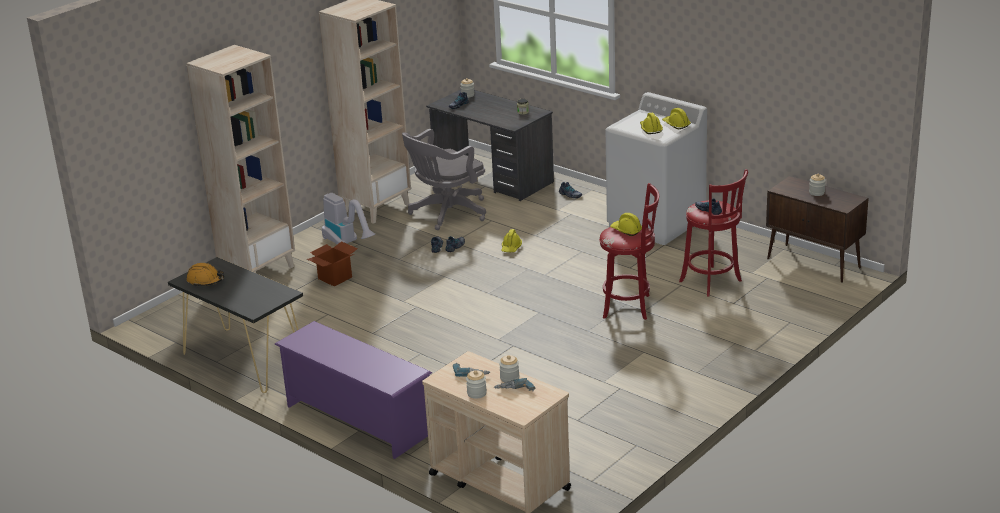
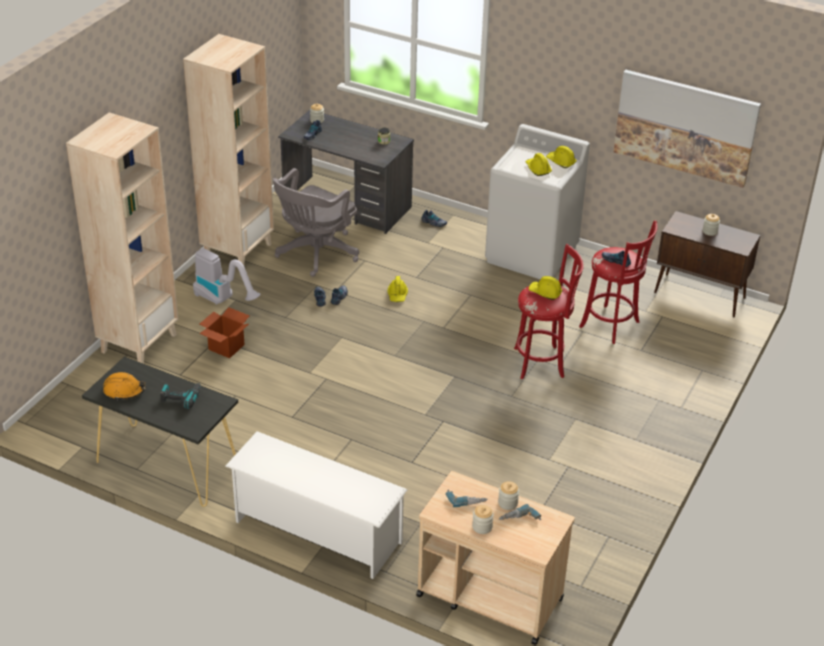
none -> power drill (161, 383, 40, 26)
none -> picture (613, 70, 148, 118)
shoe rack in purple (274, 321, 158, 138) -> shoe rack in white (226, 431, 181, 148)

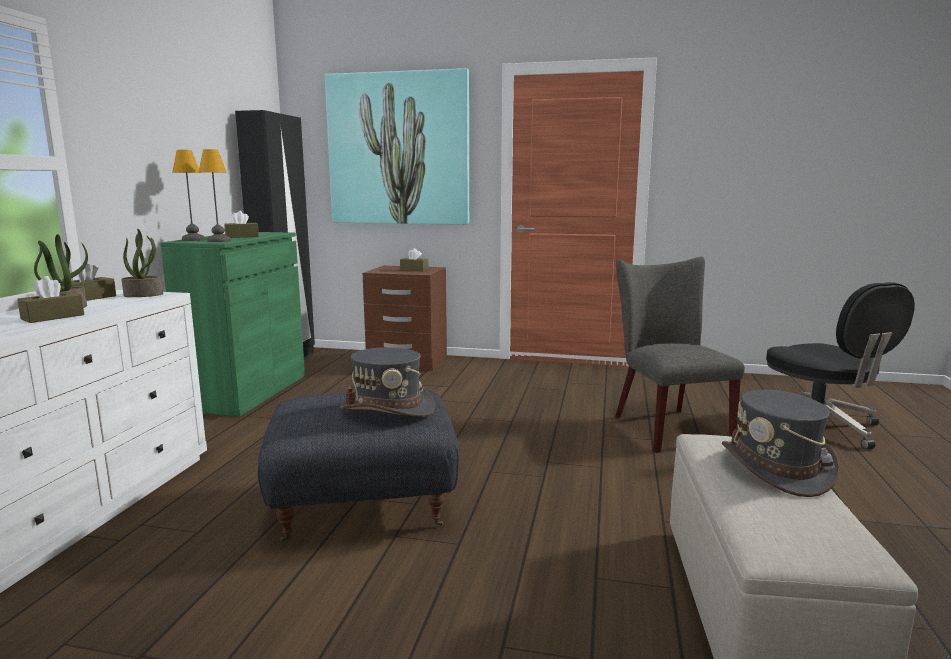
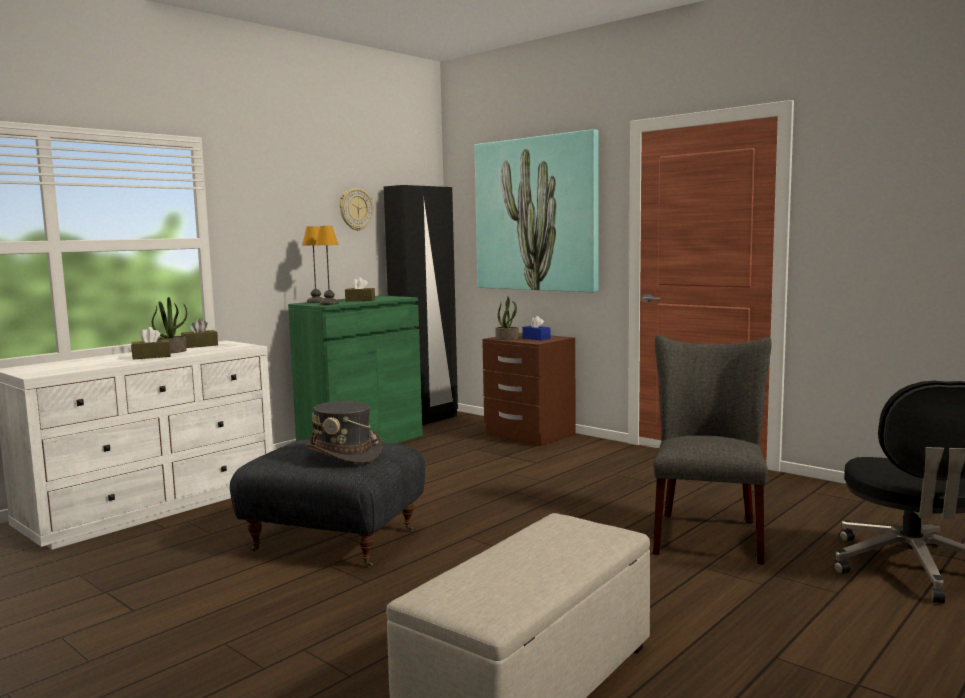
hat in grey (722, 390, 118, 107) -> none
none -> wall clock (339, 188, 34, 43)
potted plant (121, 229, 42, 68) -> potted plant (495, 296, 24, 44), relocated
tissue box in brown (400, 248, 28, 23) -> tissue box in blue (522, 316, 29, 24)

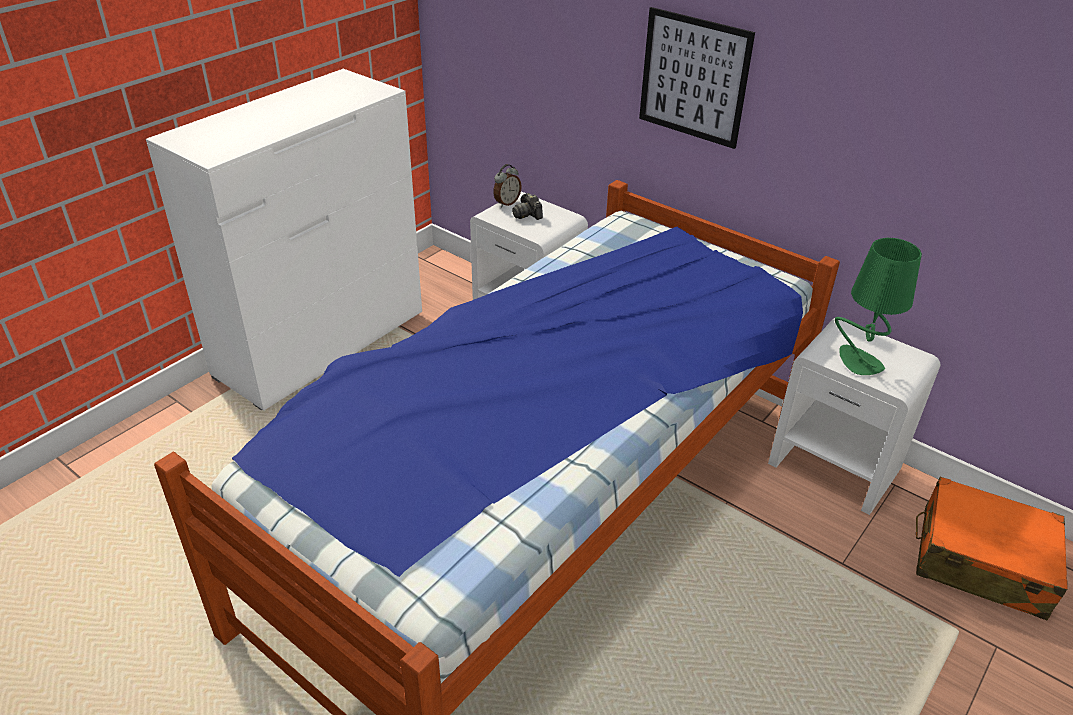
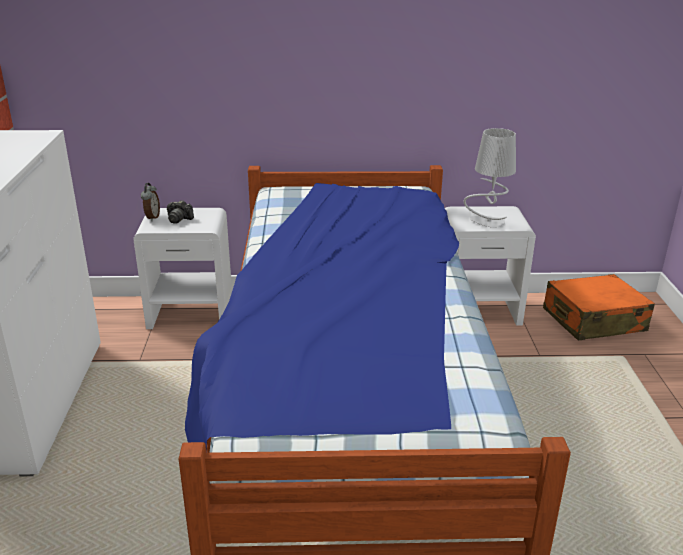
picture (639, 7, 116, 142) -> none
table lamp in green (835, 238, 87, 137) -> table lamp in grey (464, 128, 52, 100)

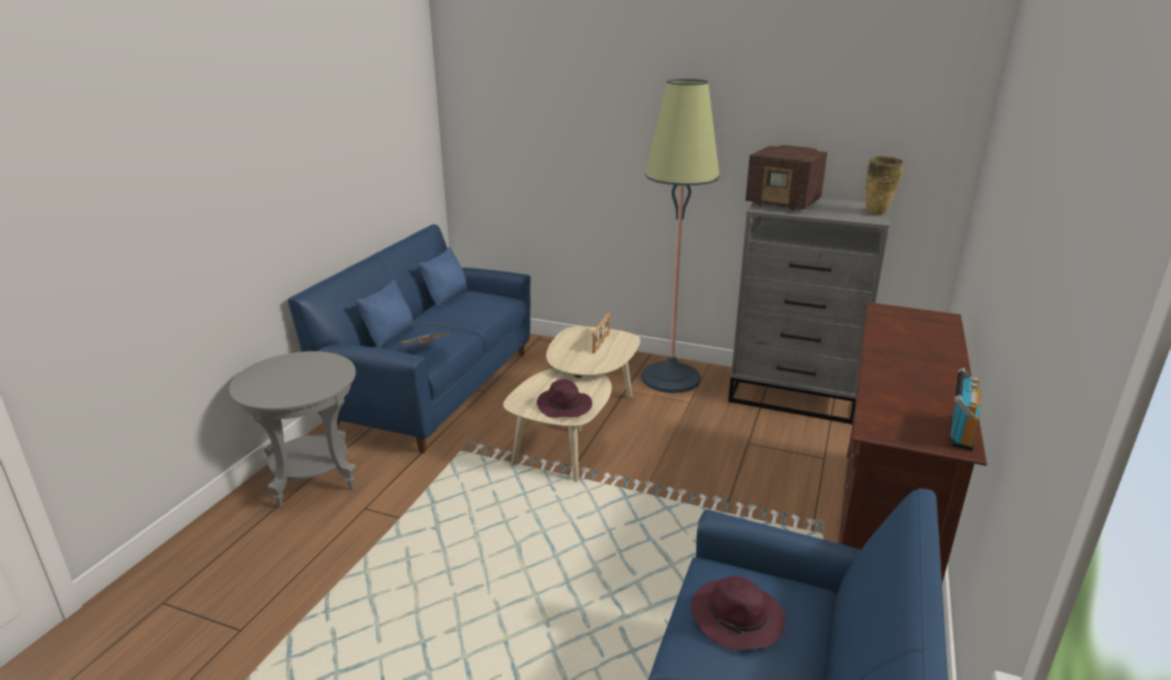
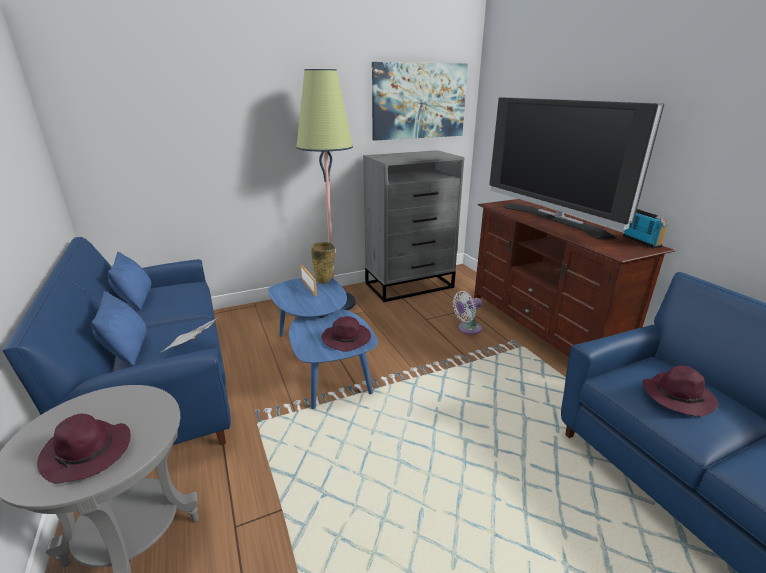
radio (745, 145, 83, 66) -> none
none -> hat in purple (37, 413, 94, 70)
none -> picture (372, 62, 96, 79)
none -> fan in white (453, 291, 29, 43)
none -> television (489, 97, 175, 142)
vase in beige (865, 156, 39, 59) -> vase in beige (311, 242, 24, 42), relocated
coffee table in beige (503, 326, 137, 156) -> coffee table in blue (268, 276, 110, 133)

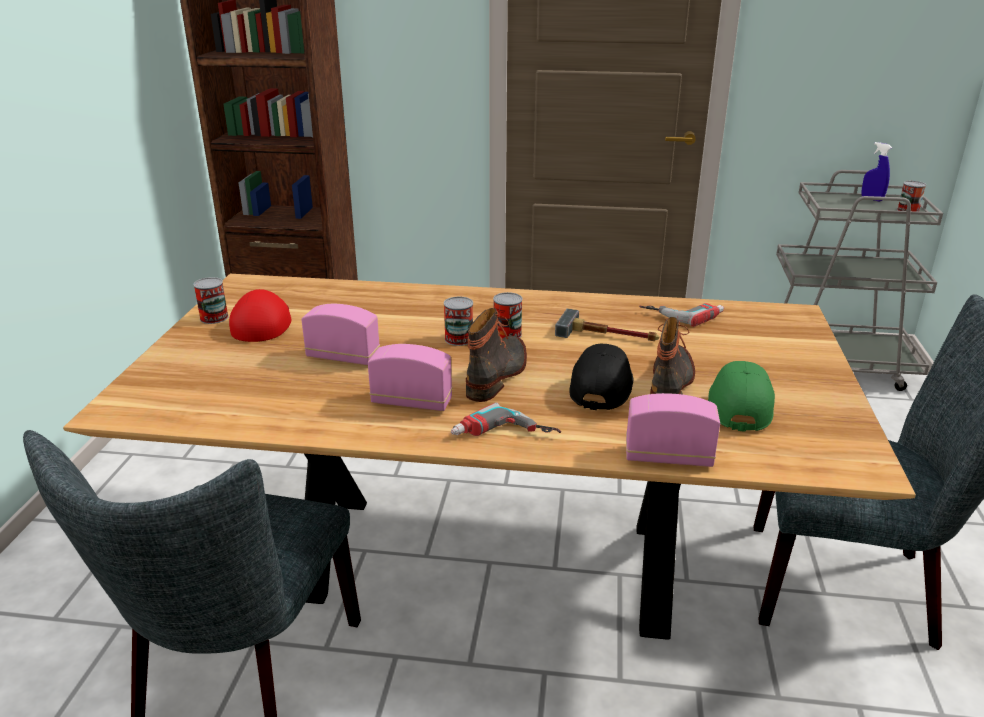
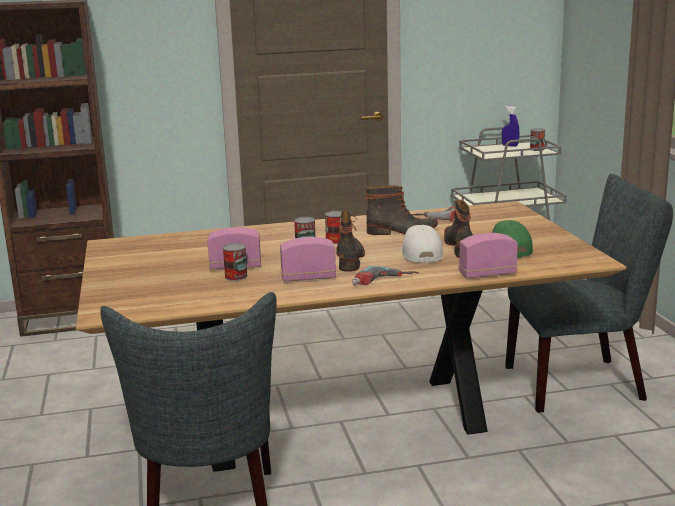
cap in red (229, 289, 62, 53) -> none
can (193, 277, 36, 47) -> can (223, 243, 25, 38), relocated
hammer (555, 308, 104, 33) -> boot (366, 186, 72, 49)
cap in black (569, 344, 64, 66) -> cap in white (401, 225, 42, 38)

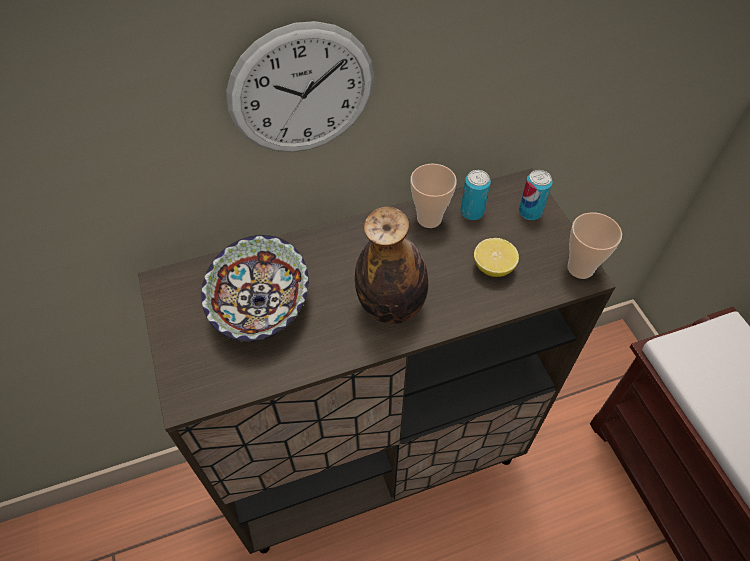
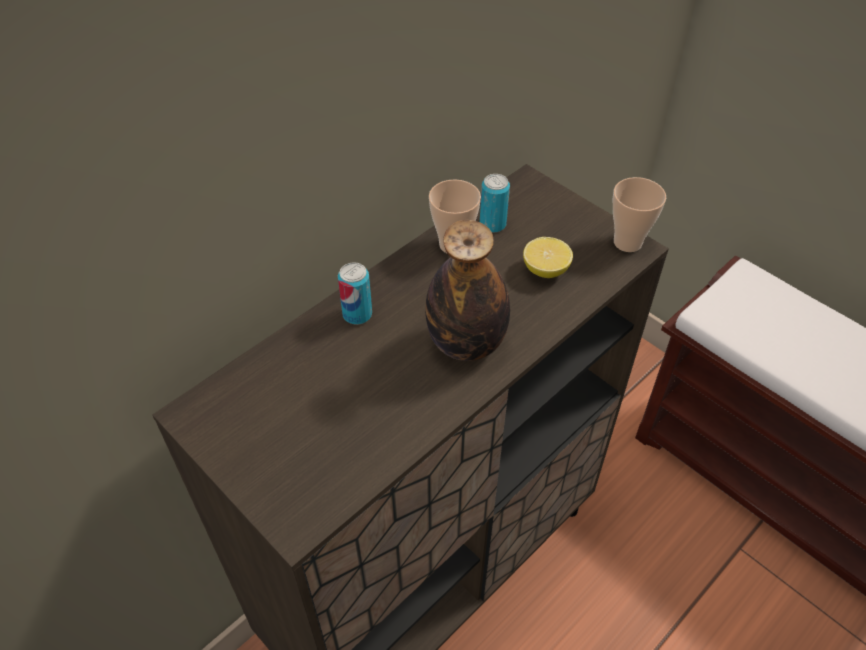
bowl (201, 235, 108, 107) -> none
wall clock (226, 21, 148, 131) -> none
can (519, 170, 33, 50) -> can (338, 262, 34, 63), relocated

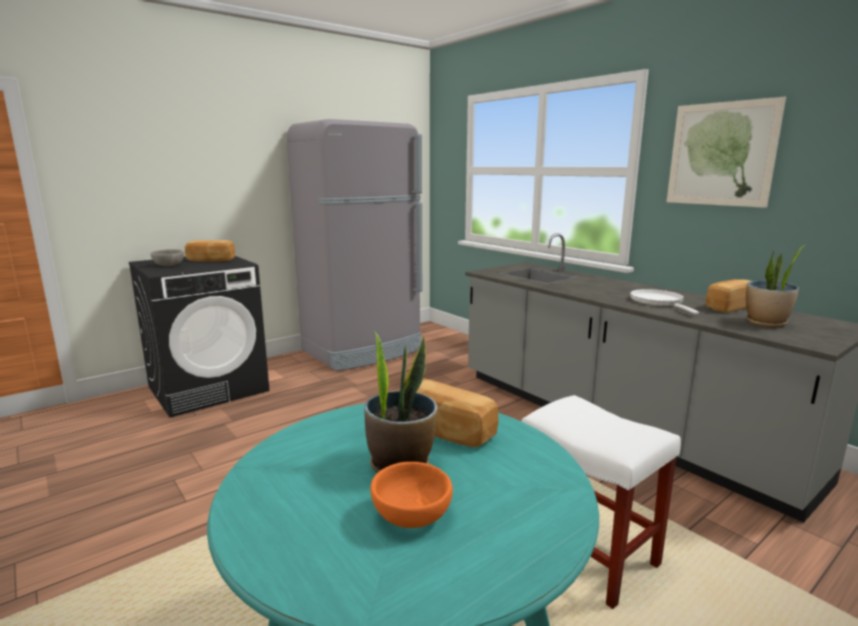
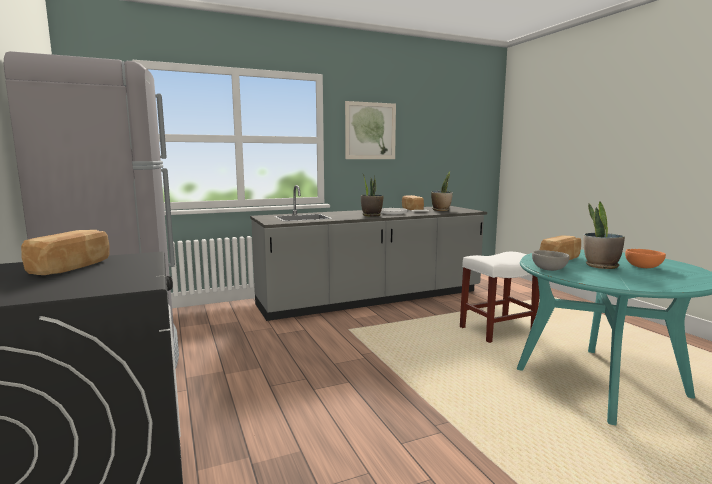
none -> potted plant (361, 173, 23, 44)
bowl in grey (151, 249, 33, 17) -> bowl in grey (532, 250, 38, 21), relocated

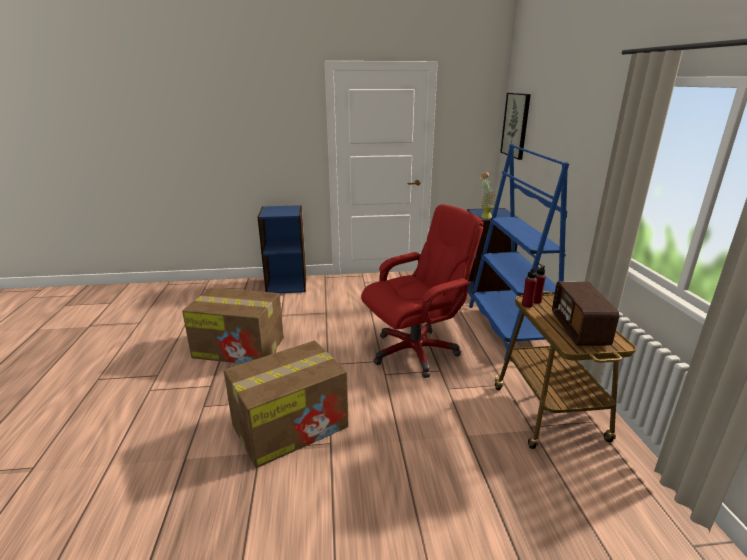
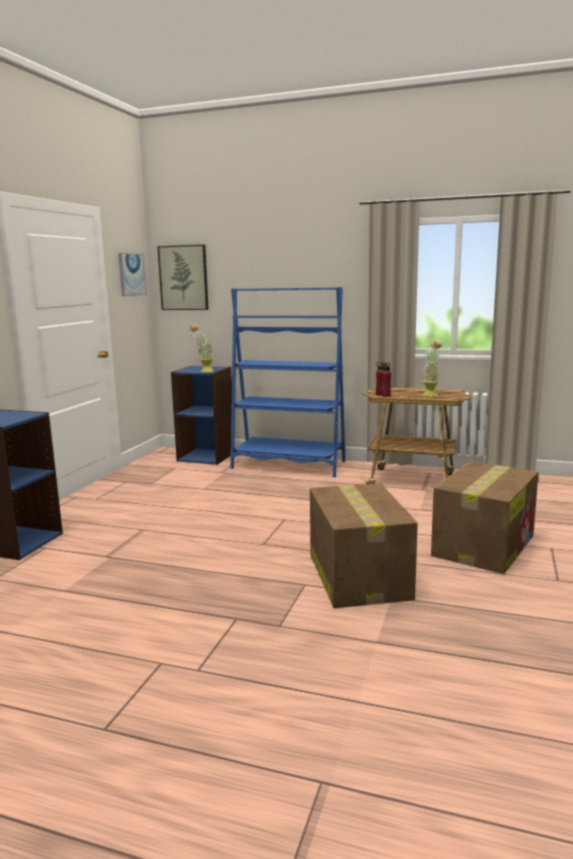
office chair in red (361, 204, 123, 174) -> none
none -> picture (118, 253, 28, 43)
cardboard box (182, 287, 102, 77) -> cardboard box (431, 461, 108, 113), relocated
radio (552, 281, 67, 65) -> potted plant (422, 340, 20, 57)

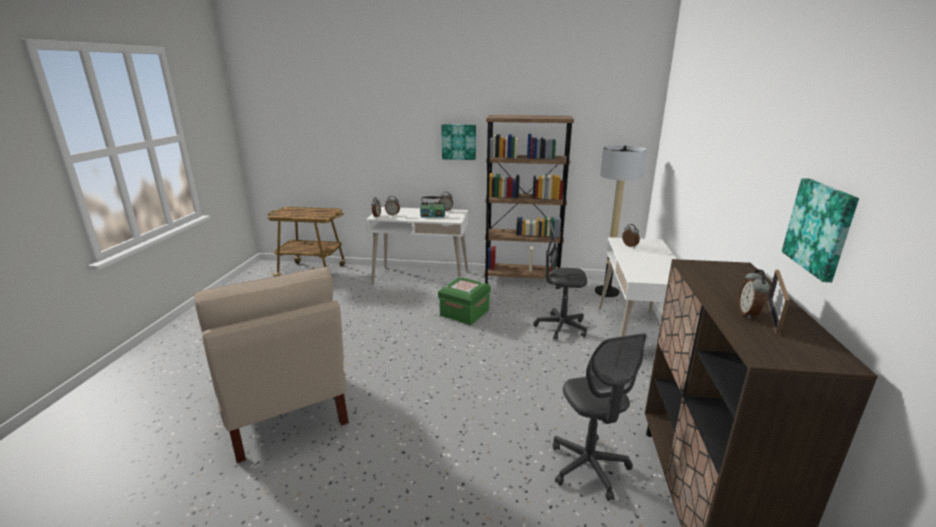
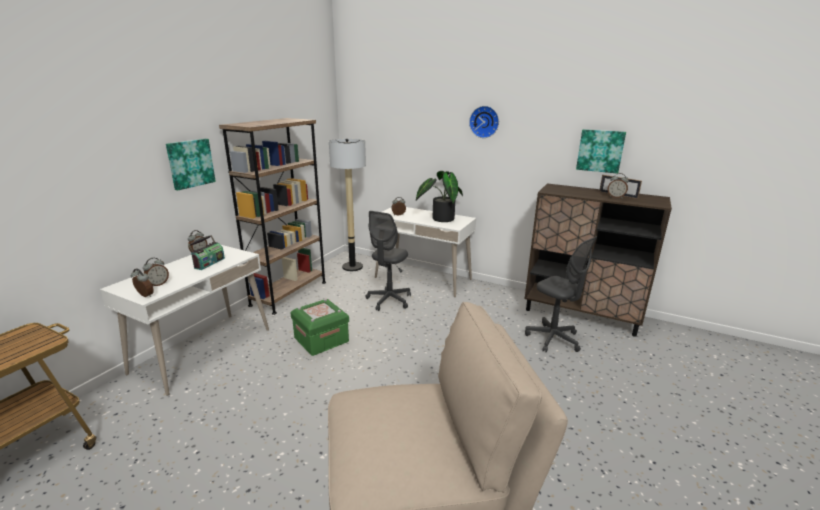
none -> potted plant (416, 171, 47, 51)
none -> wall clock (469, 106, 30, 32)
office chair in grey (553, 333, 94, 168) -> office chair in grey (525, 237, 72, 116), 45 degrees clockwise

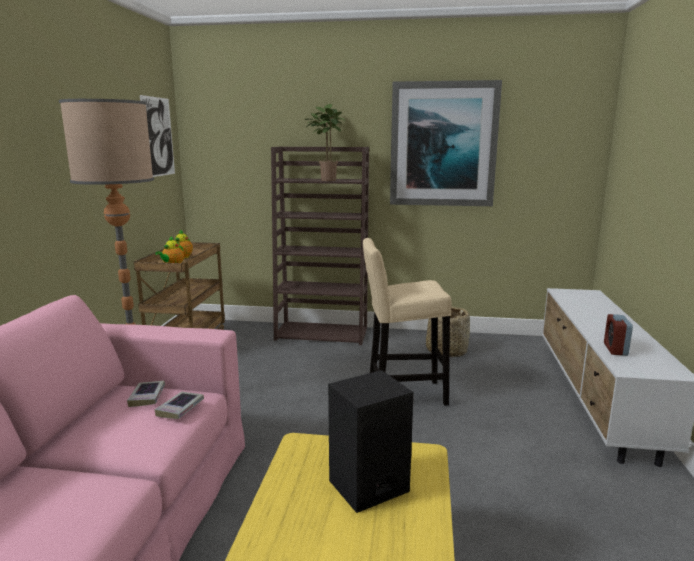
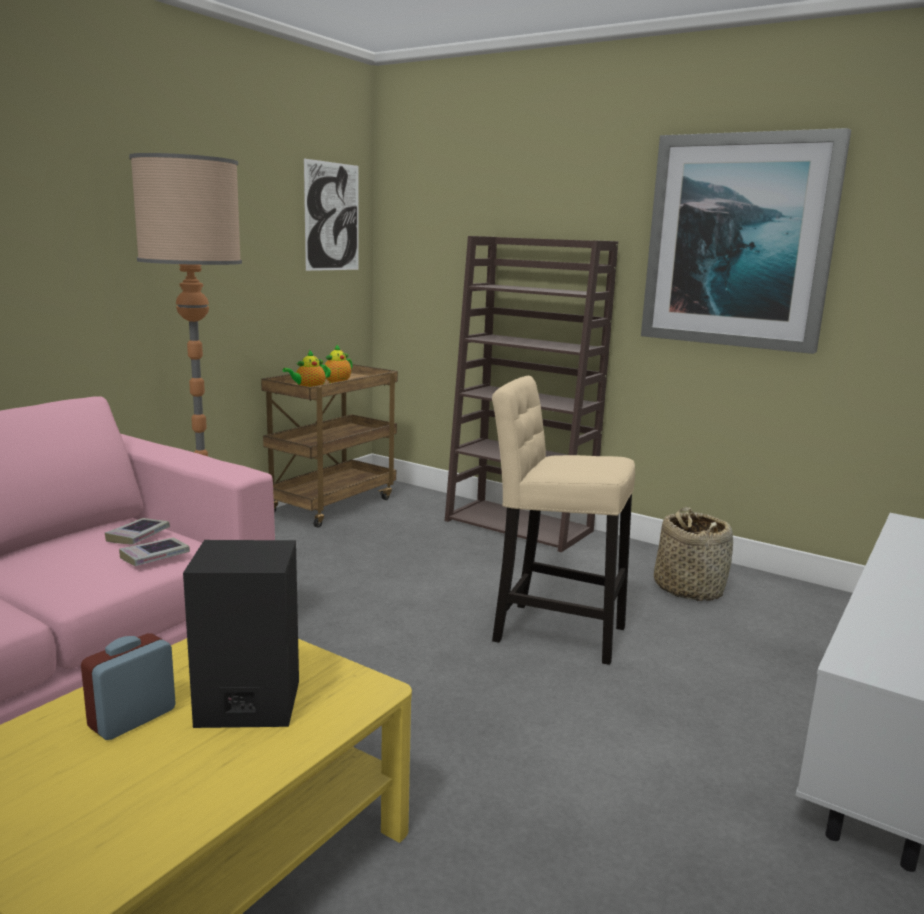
potted plant (304, 104, 41, 77) -> none
alarm clock (604, 314, 29, 42) -> alarm clock (81, 633, 95, 107), relocated

